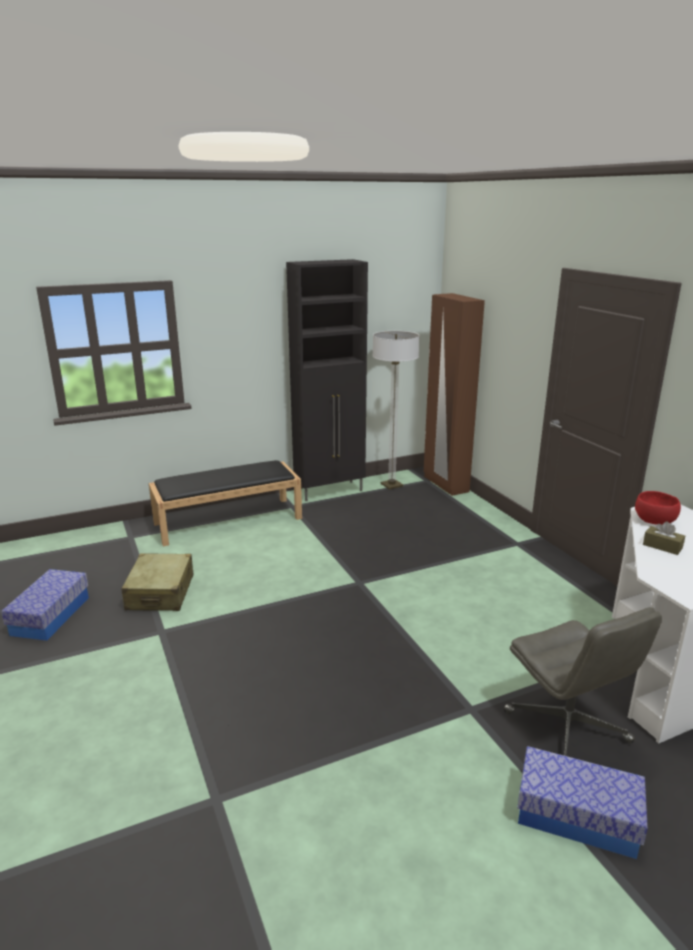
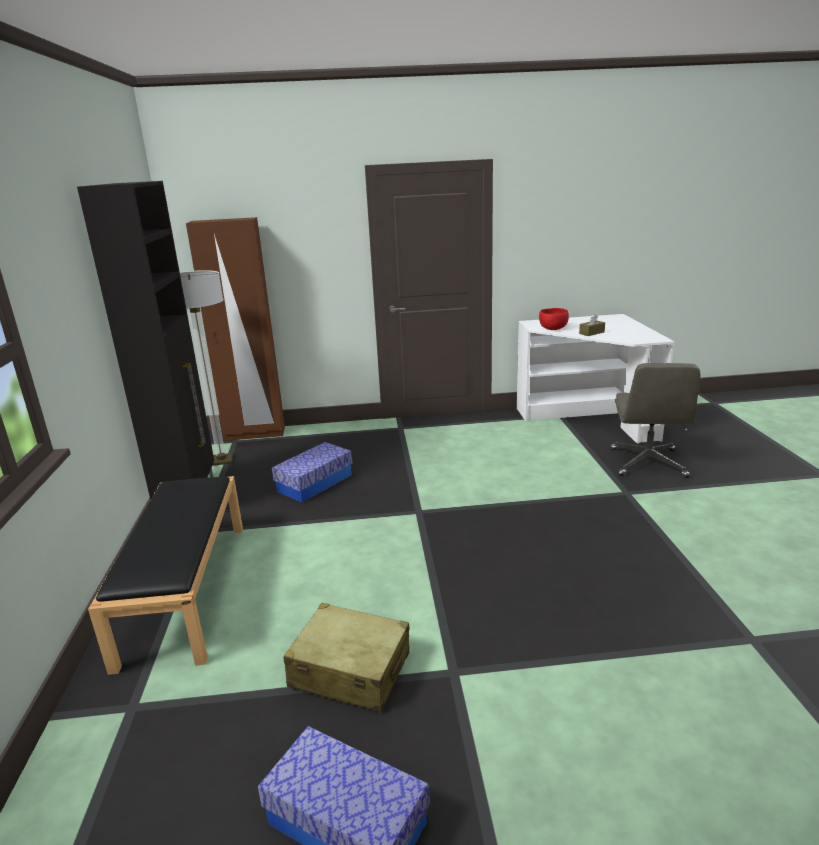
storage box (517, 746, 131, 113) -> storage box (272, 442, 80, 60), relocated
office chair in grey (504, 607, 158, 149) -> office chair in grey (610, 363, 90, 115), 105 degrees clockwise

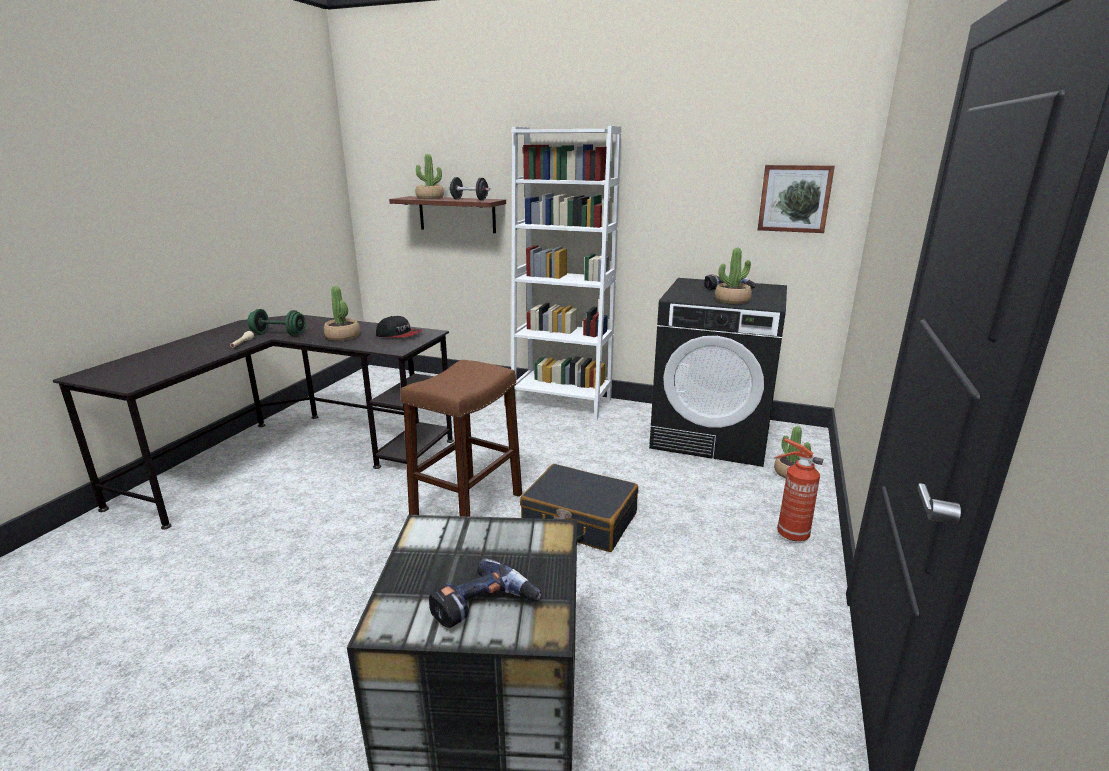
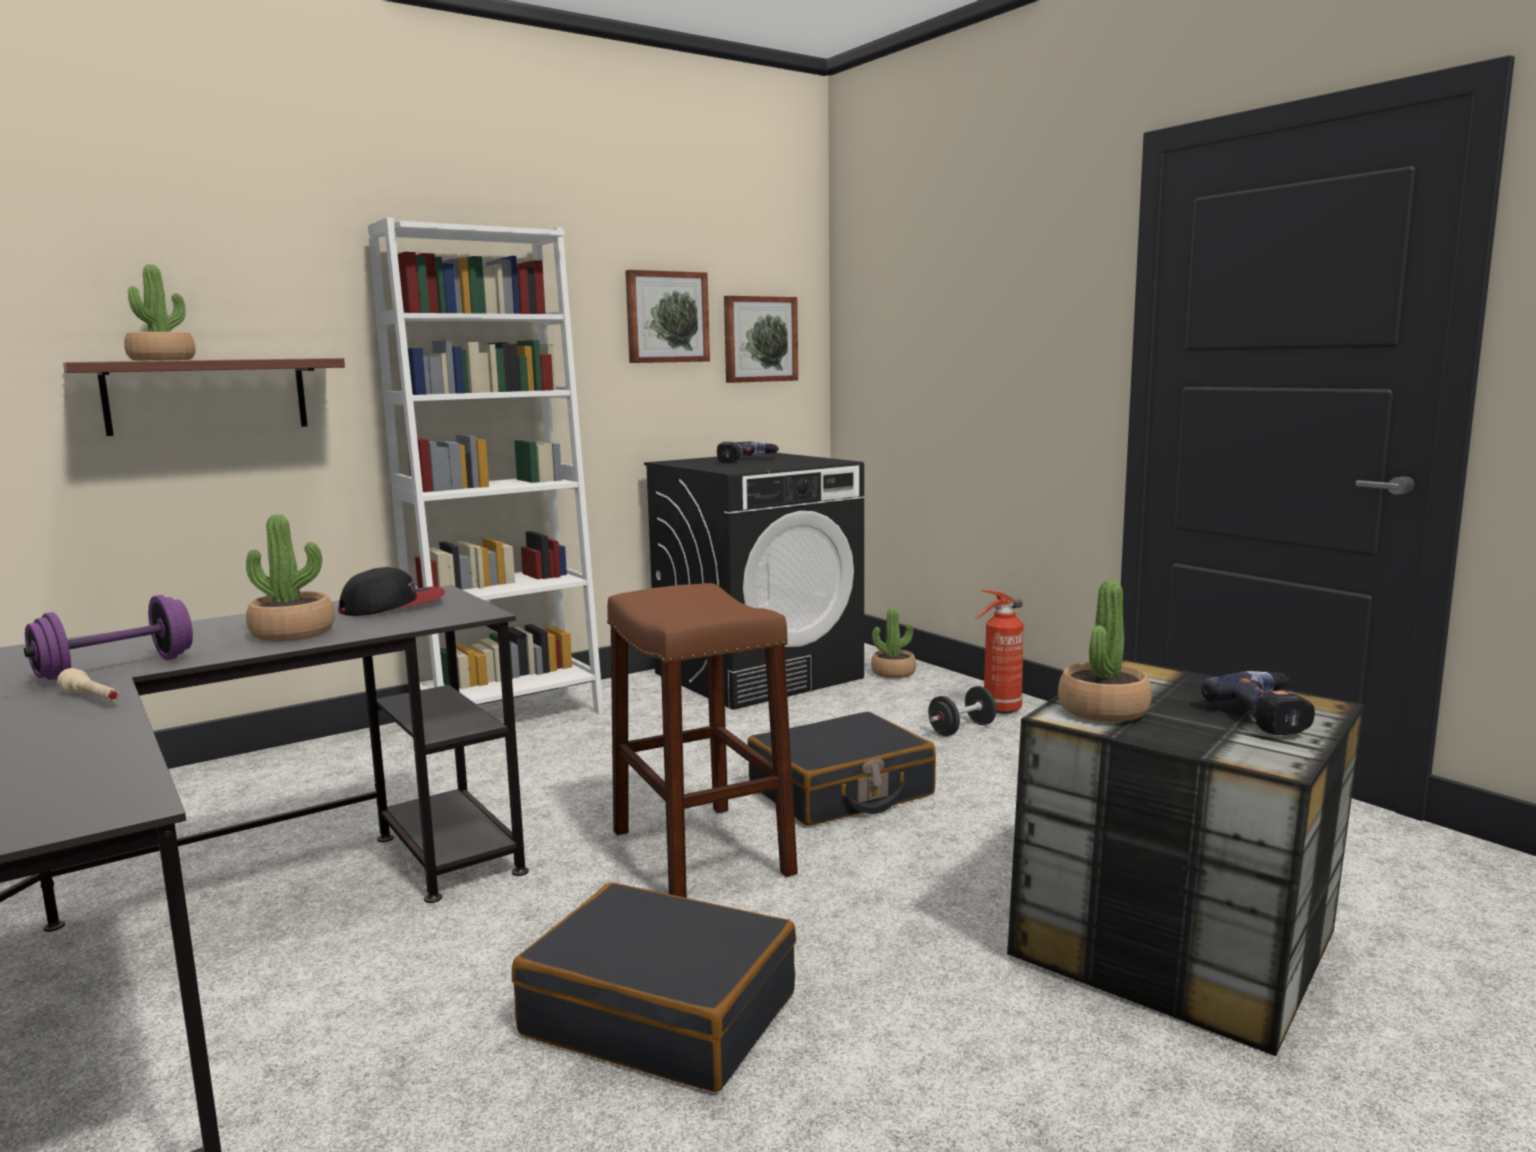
none -> suitcase in black (512, 883, 284, 209)
none -> picture (625, 270, 85, 93)
dumbbell in black (449, 177, 41, 23) -> dumbbell in black (928, 686, 69, 50), relocated
potted plant (715, 248, 37, 56) -> potted plant (1058, 580, 94, 142), relocated
dumbbell in green (248, 309, 58, 27) -> dumbbell in purple (24, 595, 169, 86)

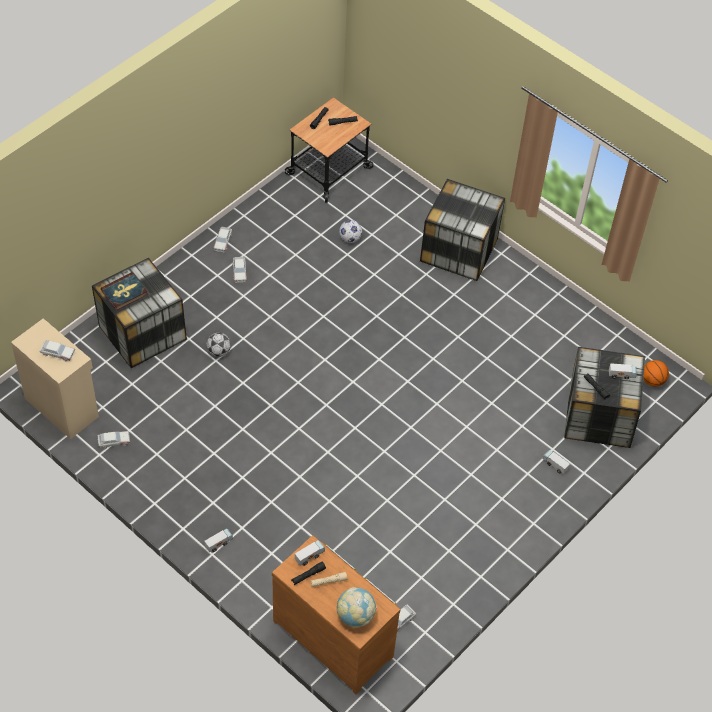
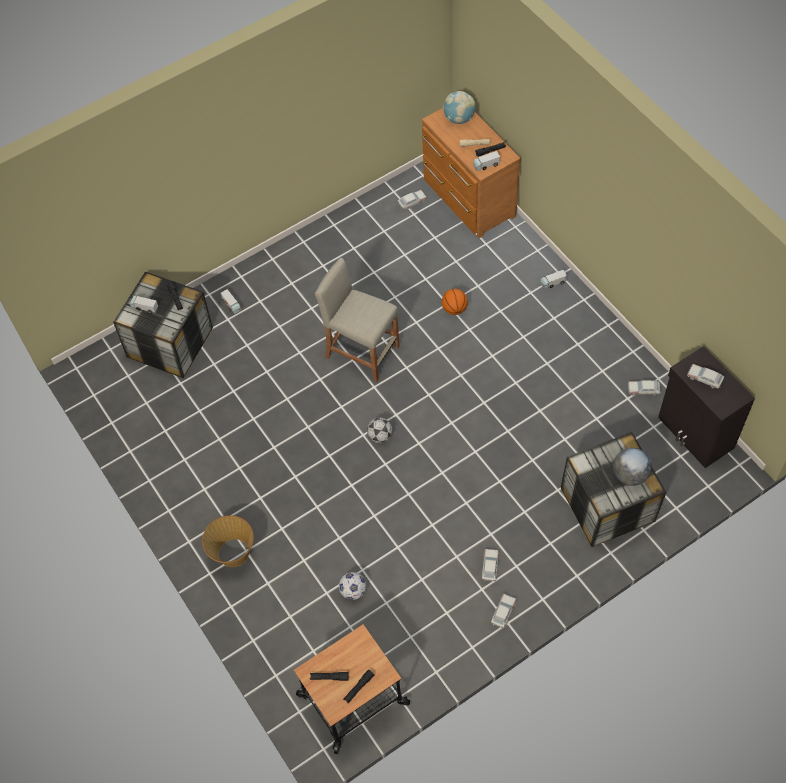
none -> stool in beige (315, 258, 85, 124)
football (207, 333, 24, 24) -> football (367, 418, 25, 25), relocated
basketball (643, 360, 26, 27) -> basketball (442, 289, 26, 26), relocated
book (101, 272, 47, 38) -> globe (613, 448, 39, 38)
storage box (420, 179, 85, 102) -> basket (202, 515, 52, 52)
cabinet in beige (11, 318, 88, 121) -> cabinet in black (658, 346, 97, 122)

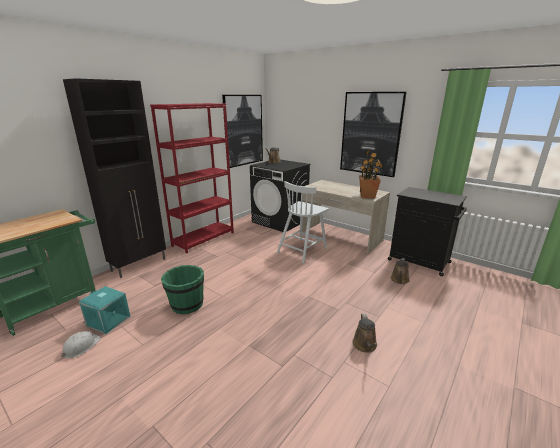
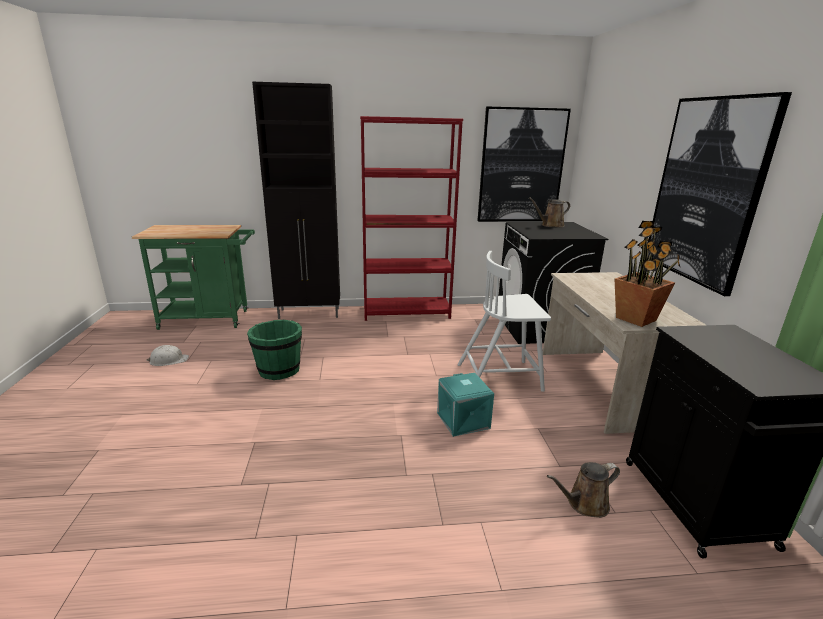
watering can in brown (352, 314, 25, 39) -> none
storage box in turquoise (79, 286, 51, 48) -> storage box in turquoise (437, 373, 57, 64), relocated

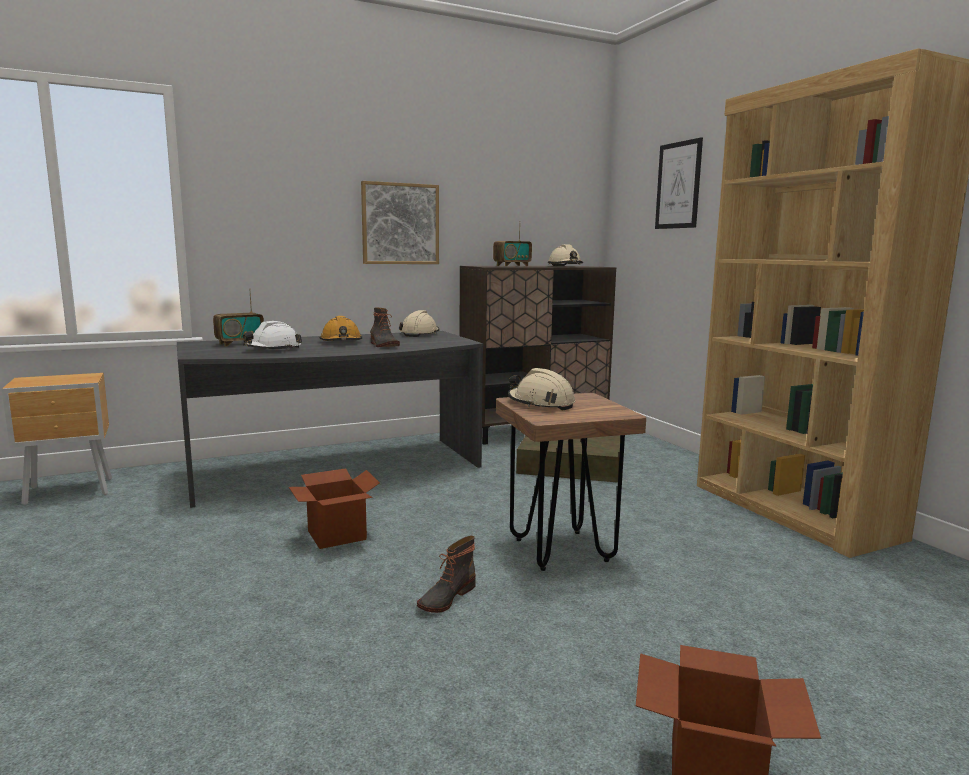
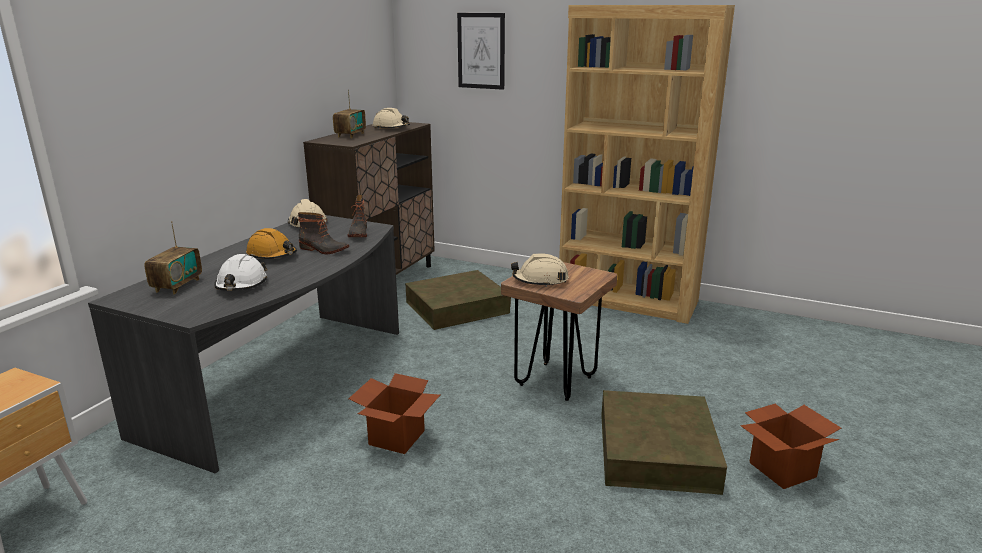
picture (361, 181, 78, 83) -> none
none -> storage box in brown (601, 390, 126, 105)
boot (417, 536, 59, 77) -> boot (347, 195, 20, 42), relocated

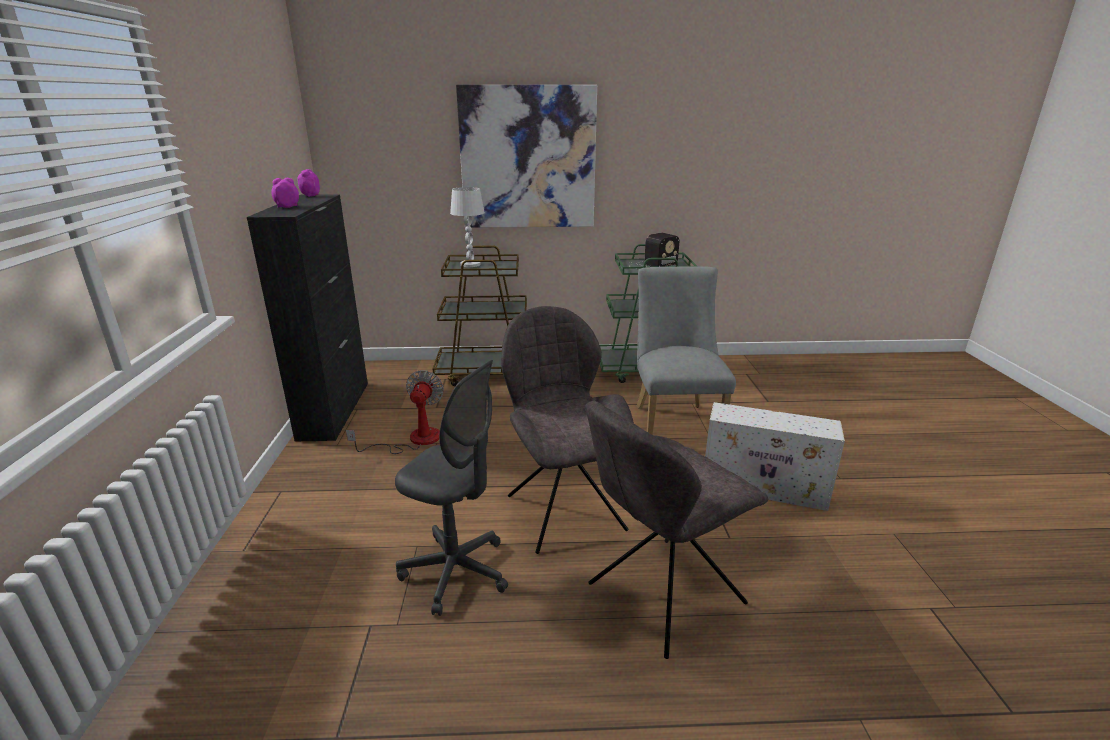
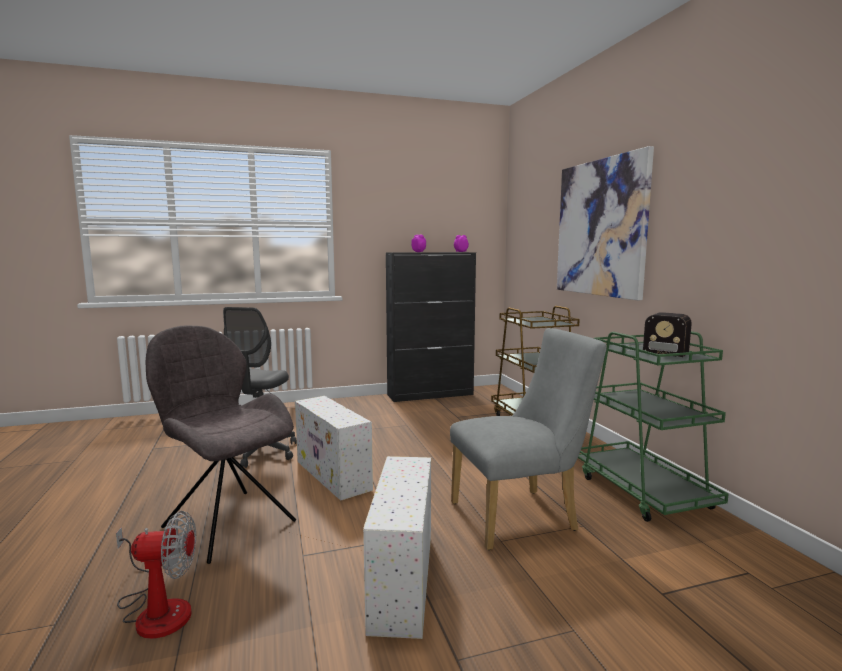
table lamp in white (450, 187, 35, 80) -> none
fan (346, 370, 98, 84) -> fan (116, 511, 80, 128), relocated
chair in grey (501, 306, 133, 248) -> storage box in white (295, 396, 78, 104)

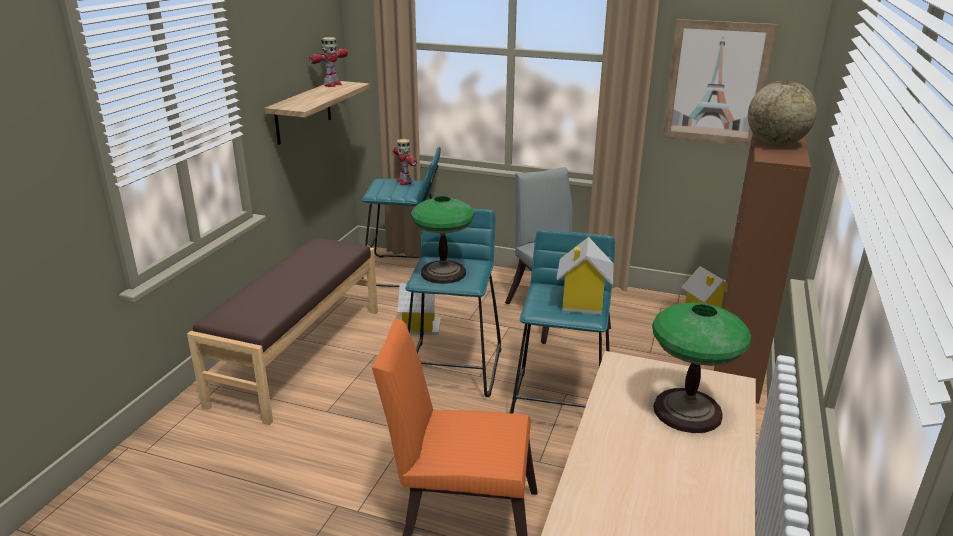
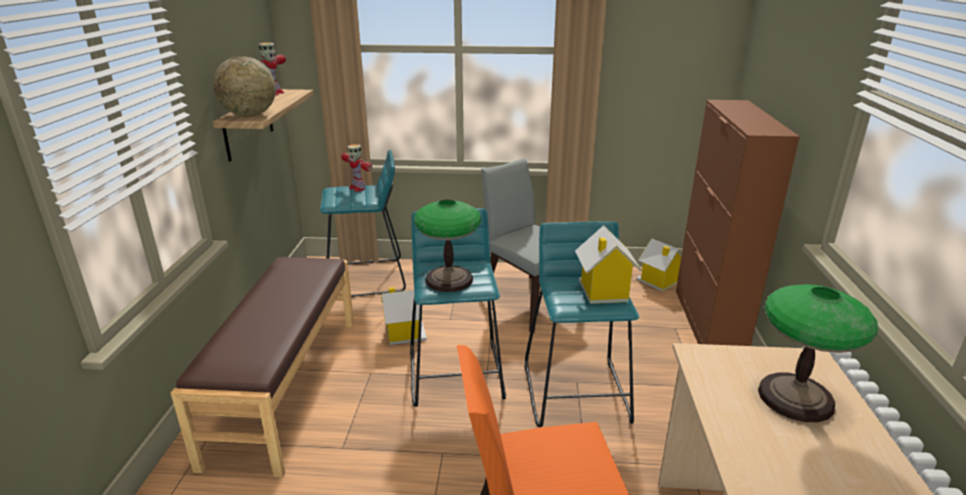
picture (662, 19, 115, 127) -> none
globe (748, 81, 69, 65) -> globe (213, 56, 63, 61), relocated

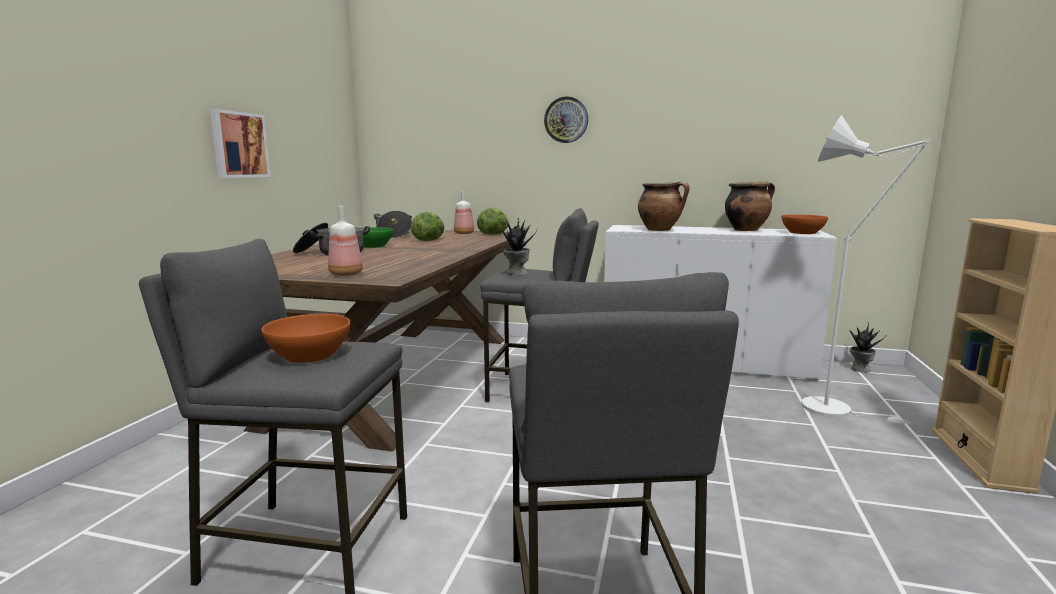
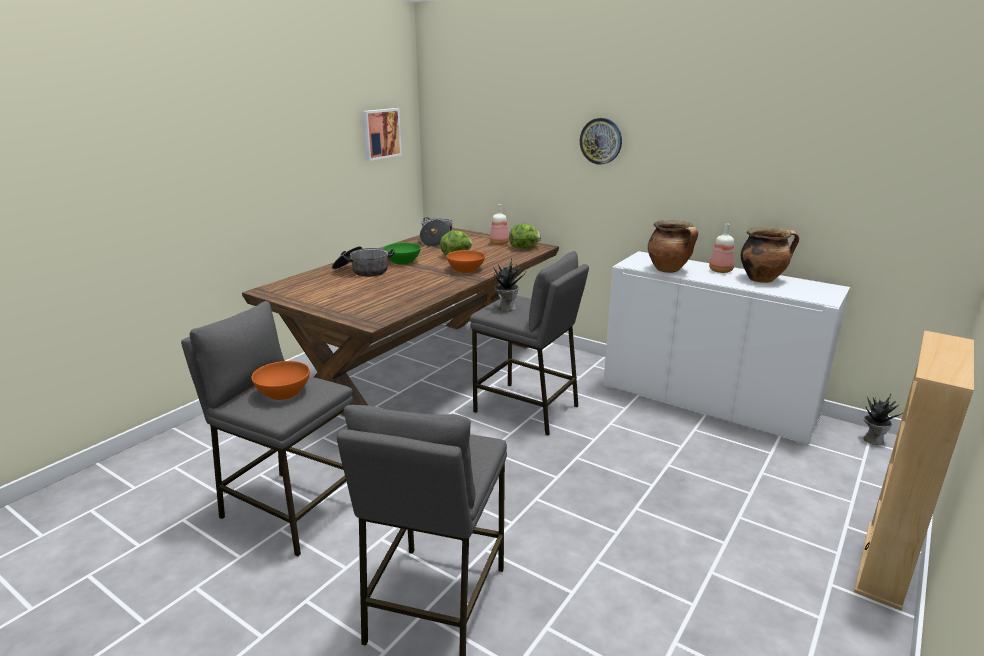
floor lamp in white (801, 115, 130, 310) -> none
picture (210, 109, 60, 69) -> picture (362, 108, 40, 53), relocated
bottle (328, 206, 35, 70) -> bottle (709, 223, 25, 50), relocated
bowl in orange (782, 214, 46, 20) -> bowl in orange (447, 250, 38, 23), relocated

